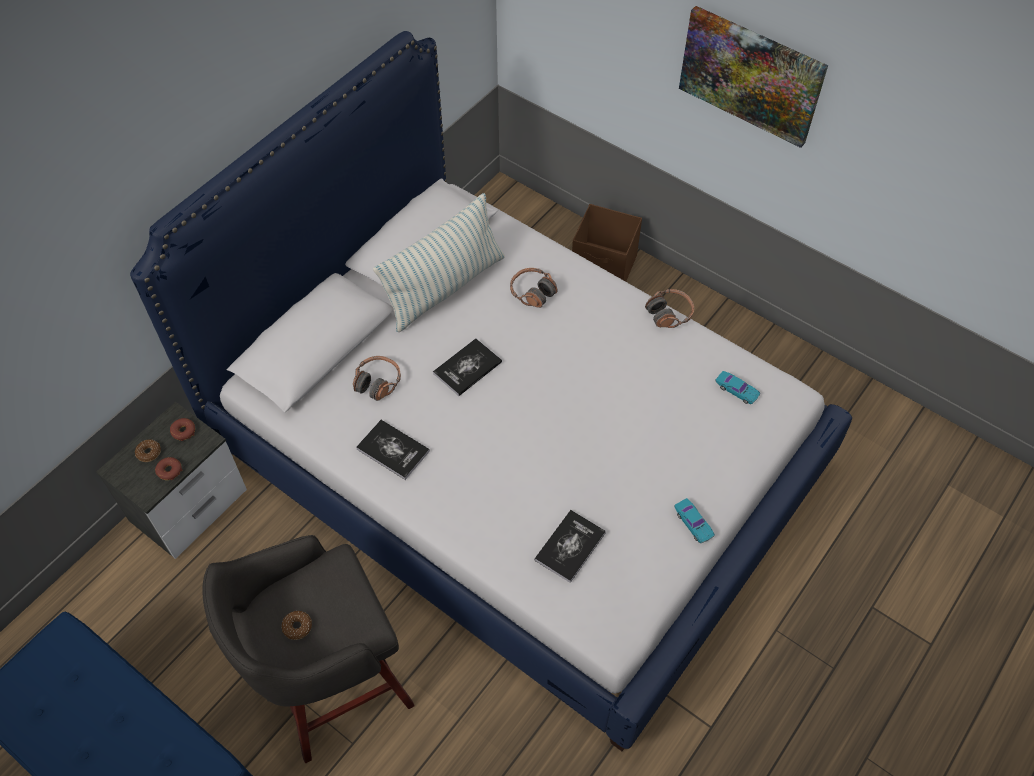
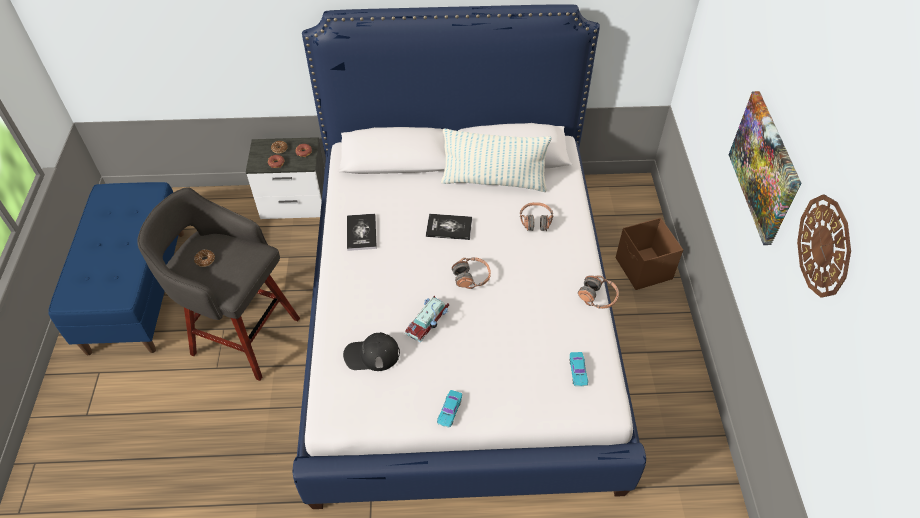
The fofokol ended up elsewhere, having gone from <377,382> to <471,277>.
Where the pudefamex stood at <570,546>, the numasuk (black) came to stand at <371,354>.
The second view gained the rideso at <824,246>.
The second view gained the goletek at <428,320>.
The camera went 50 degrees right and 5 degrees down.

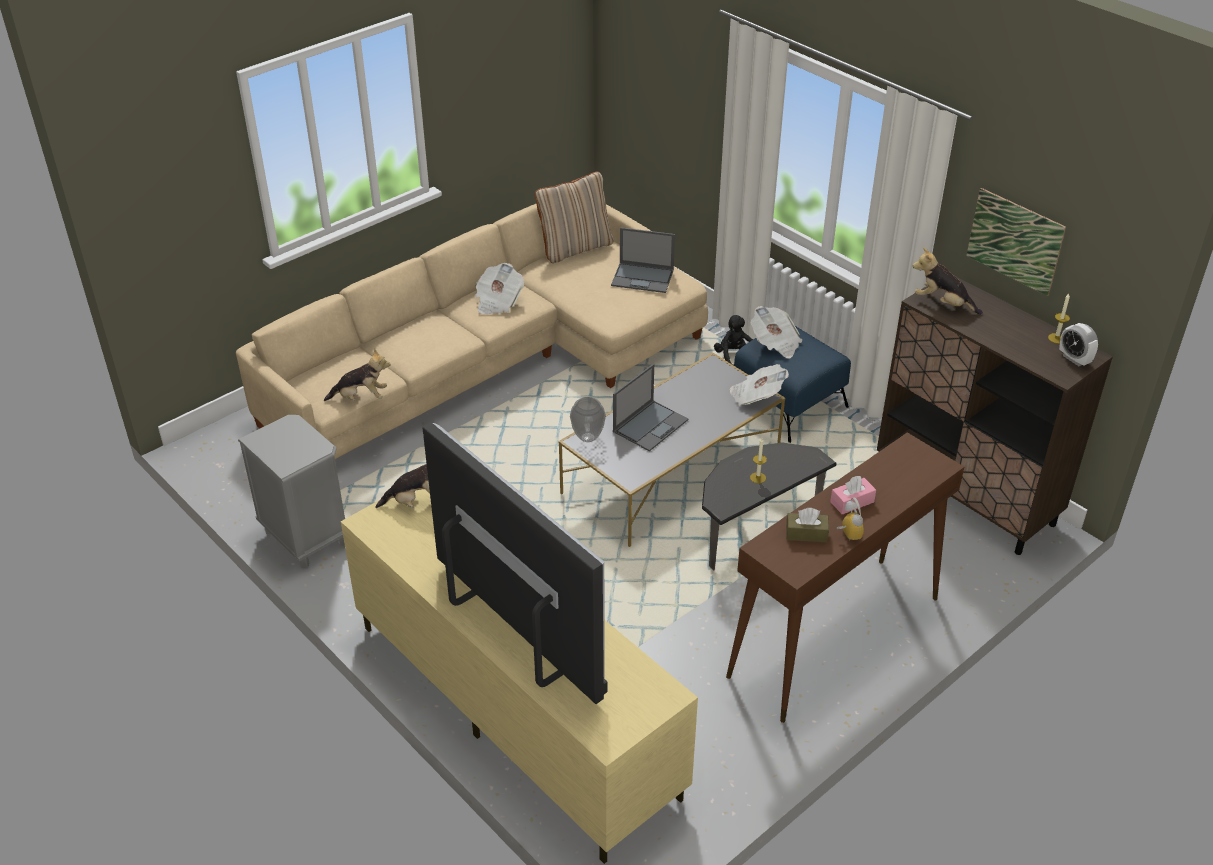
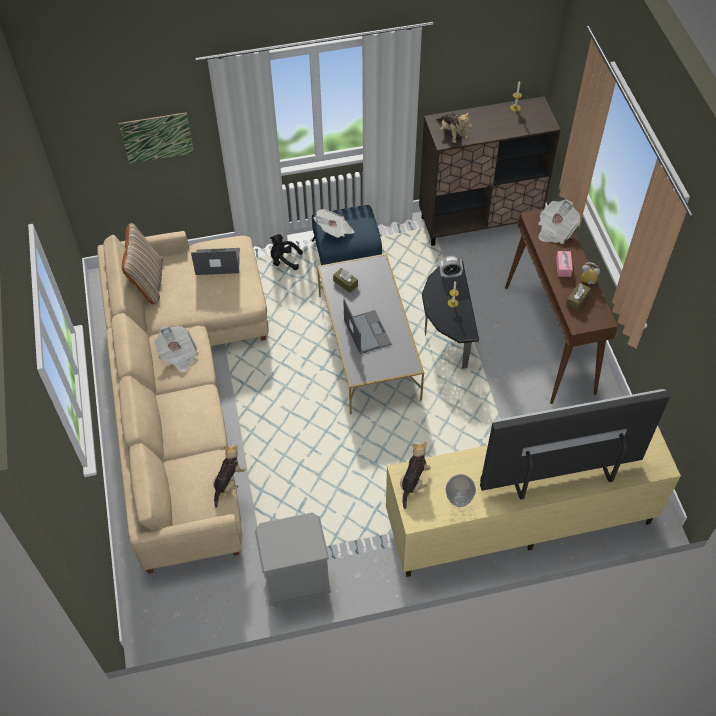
The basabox ended up elsewhere, having gone from <1015,241> to <157,137>.
The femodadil at <643,278> ended up facing another way, 135 degrees counterclockwise from before.
The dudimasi at <942,303> ended up facing another way, 90 degrees counterclockwise from before.
The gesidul ended up elsewhere, having gone from <1074,359> to <450,274>.
The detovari ended up elsewhere, having gone from <756,396> to <555,230>.
The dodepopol ended up elsewhere, having gone from <587,437> to <458,500>.
The second view gained the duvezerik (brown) at <345,283>.
The camera went 60 degrees left and 15 degrees up.

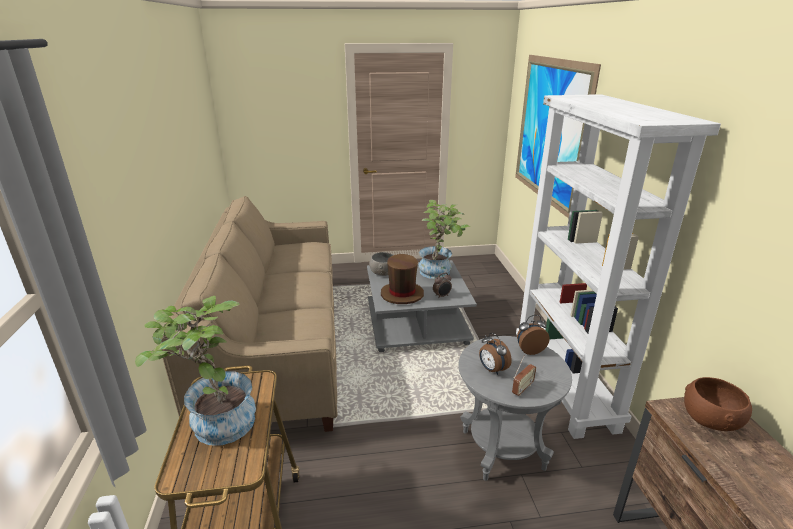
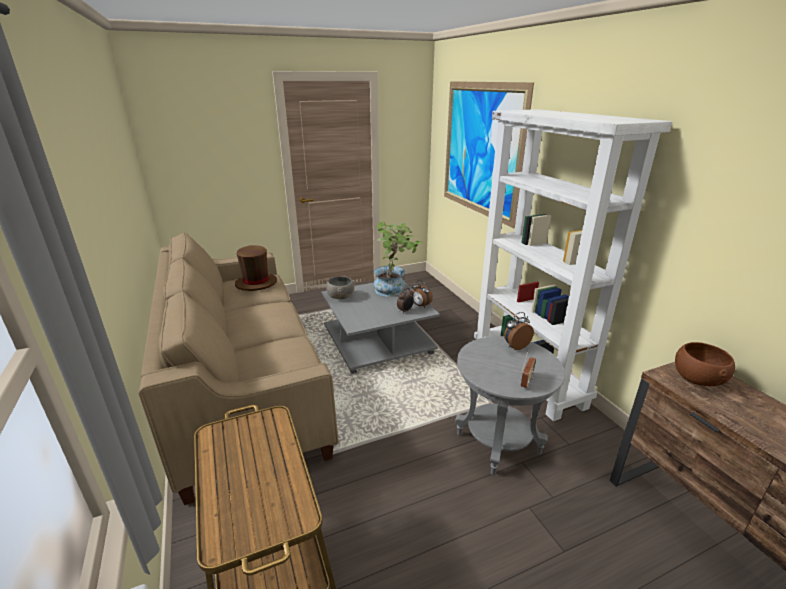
The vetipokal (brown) ended up elsewhere, having gone from <402,294> to <256,283>.
The second view lost the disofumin at <215,422>.
The gesidul ended up elsewhere, having gone from <492,369> to <420,305>.
The camera went 15 degrees left and 0 degrees up.

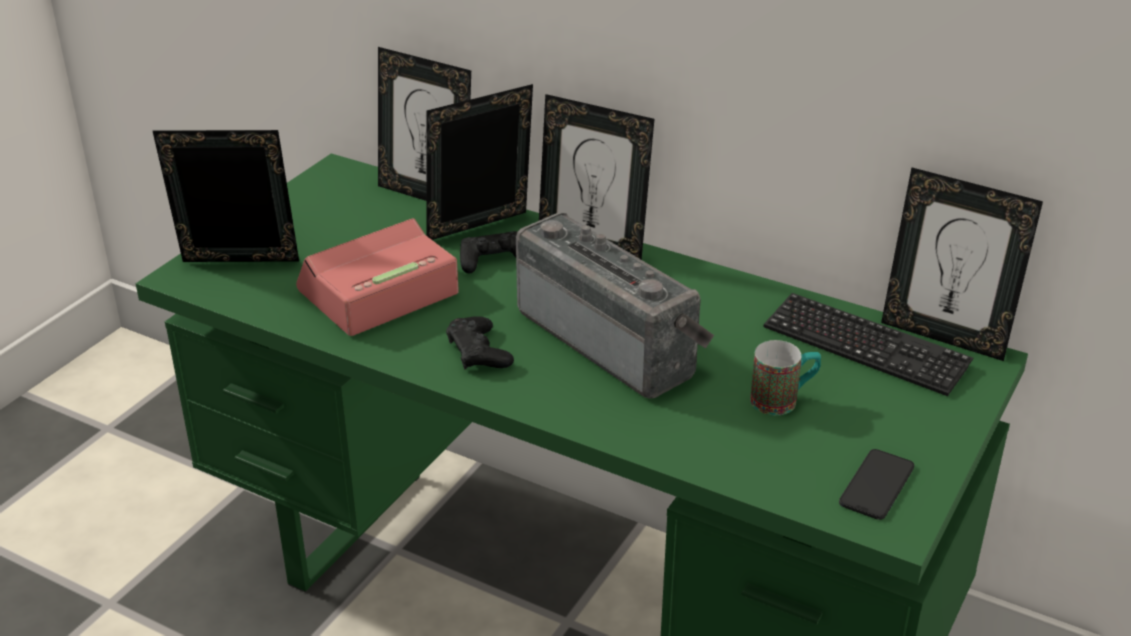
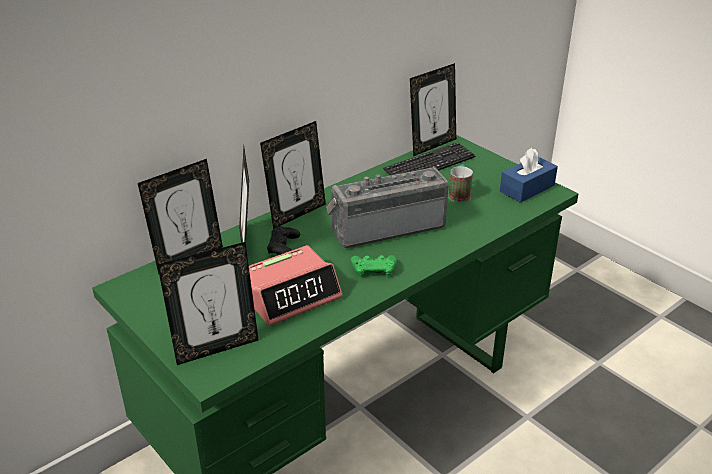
The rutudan at <239,266> ended up facing another way, 135 degrees counterclockwise from before.
The gesidul at <378,293> ended up facing another way, 105 degrees counterclockwise from before.
What was the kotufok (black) at <478,352> turned into the kotufok (green) at <373,269>.
Where the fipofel stood at <877,485>, the duvezerik (blue) came to stand at <527,188>.
The camera went 70 degrees left and 0 degrees up.

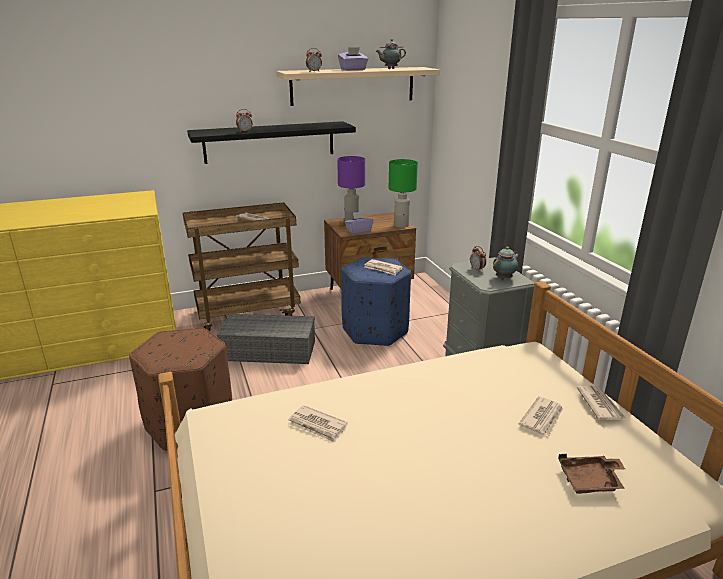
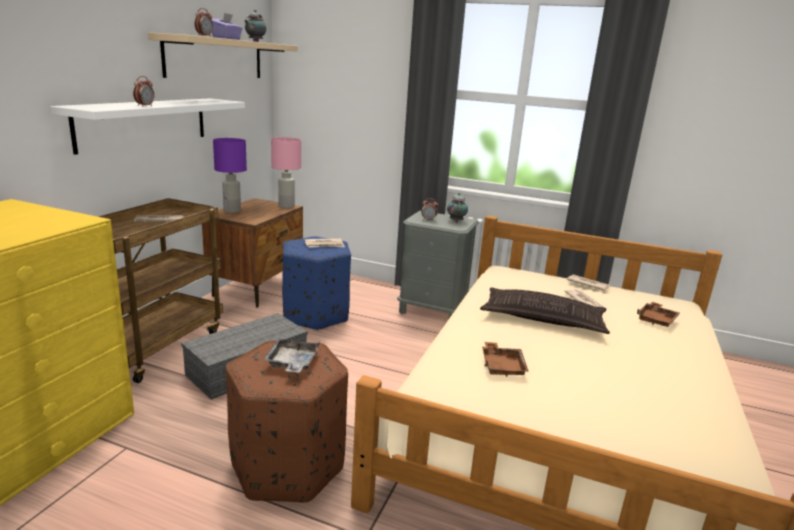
What was the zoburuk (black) at <269,142> turned into the zoburuk (white) at <144,123>.
What was the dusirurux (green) at <401,225> turned into the dusirurux (pink) at <286,206>.
The second view lost the duvezerik (purple) at <358,231>.
Where the detovari stood at <317,426>, the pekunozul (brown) came to stand at <502,366>.
The second view gained the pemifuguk at <543,318>.
The second view gained the pekunozul (grey) at <292,363>.
The camera went 50 degrees left and 5 degrees down.

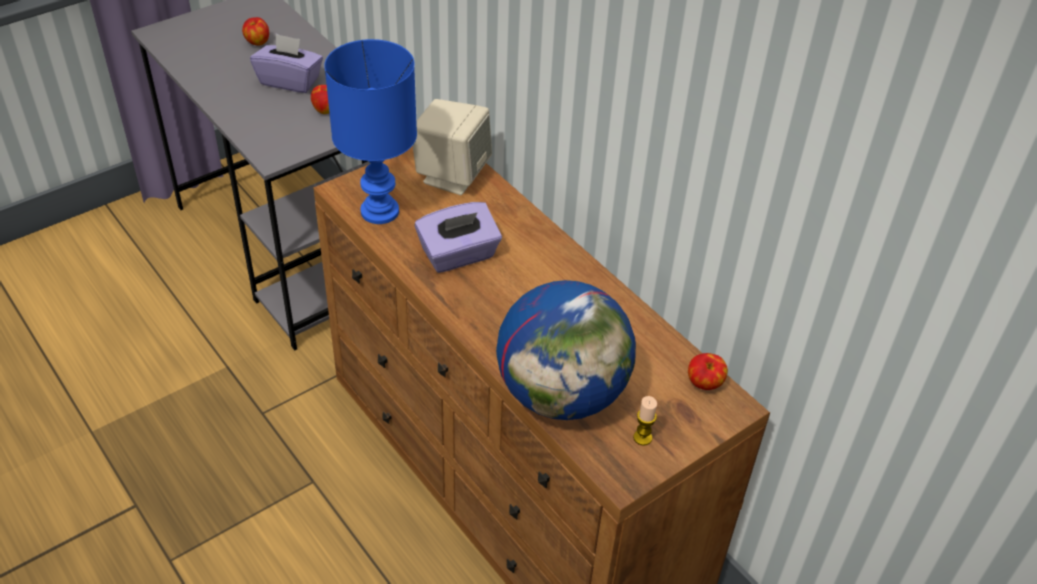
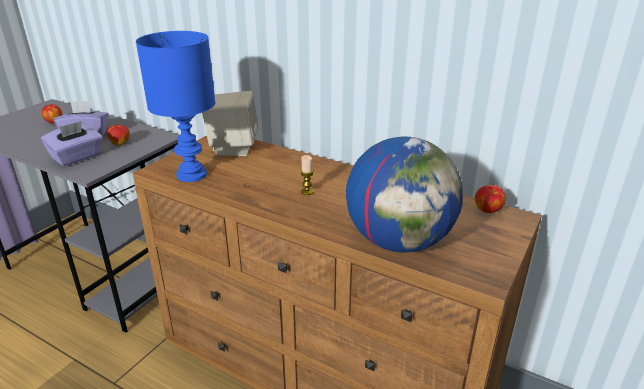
The duvezerik (purple) ended up elsewhere, having gone from <458,255> to <77,157>.
The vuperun ended up elsewhere, having gone from <642,438> to <307,191>.
The camera went 20 degrees left and 15 degrees down.

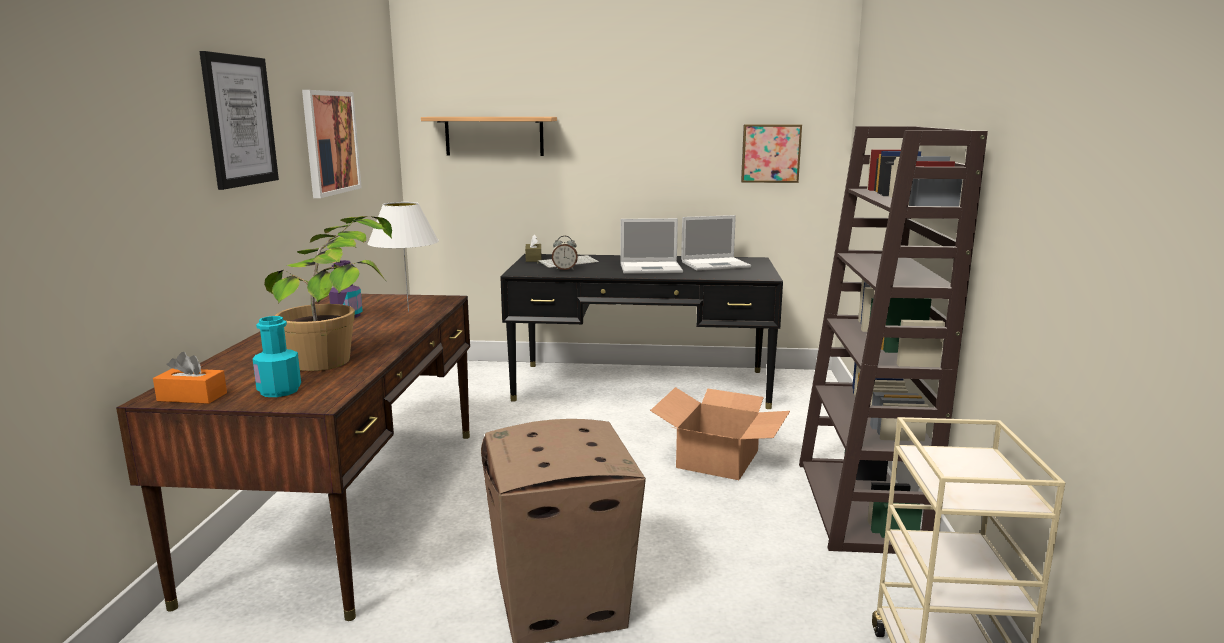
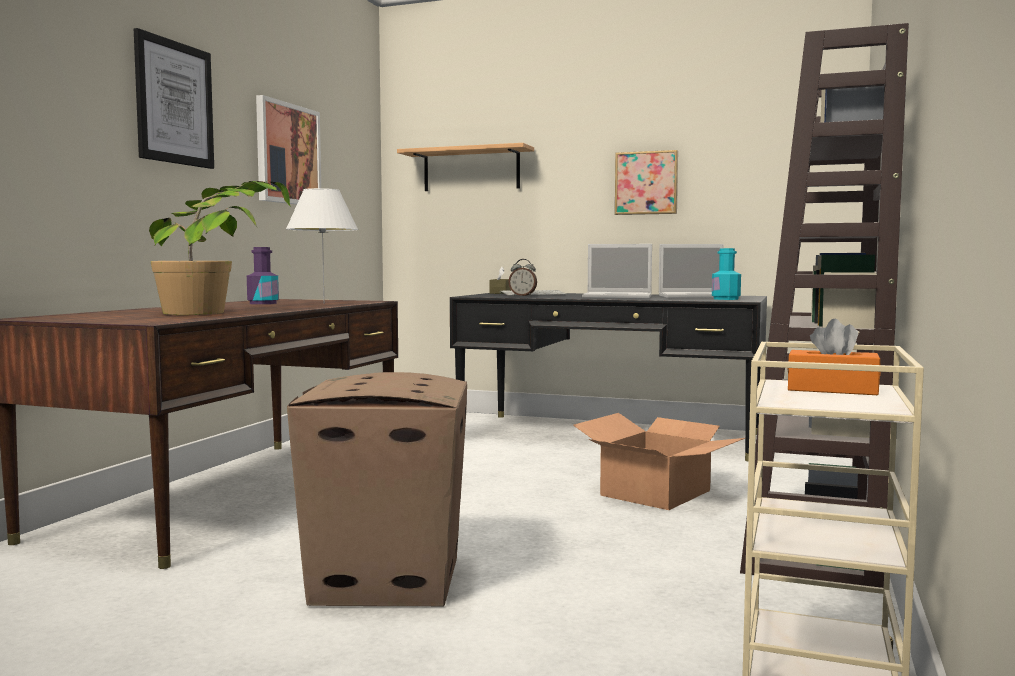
The basabox ended up elsewhere, having gone from <770,153> to <646,183>.
The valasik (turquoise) ended up elsewhere, having gone from <279,391> to <725,299>.
The duvezerik (orange) ended up elsewhere, having gone from <192,397> to <832,389>.
The camera went 15 degrees right and 10 degrees down.

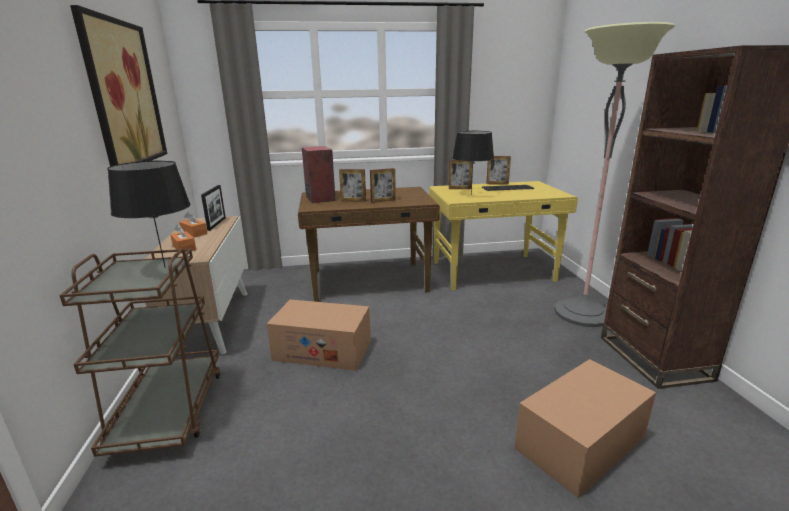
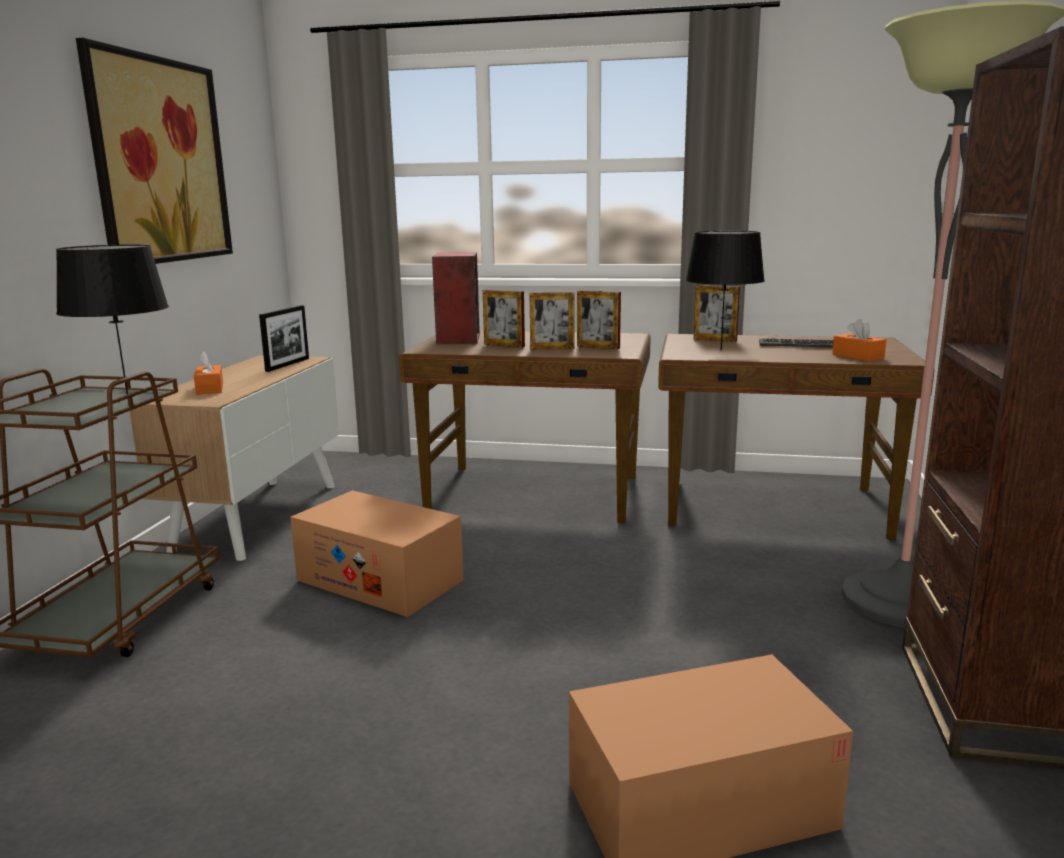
The rutudan ended up elsewhere, having gone from <497,184> to <598,347>.
What was the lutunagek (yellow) at <493,272> turned into the lutunagek (brown) at <774,507>.
The duvezerik (orange) ended up elsewhere, having gone from <194,233> to <857,356>.
The camera went 20 degrees right and 5 degrees down.

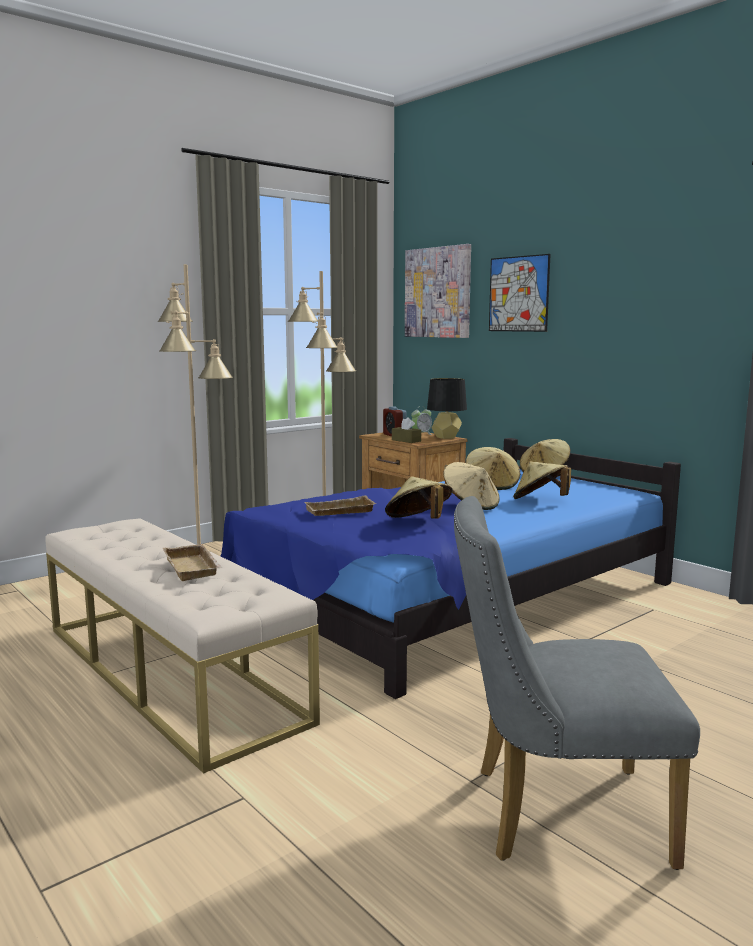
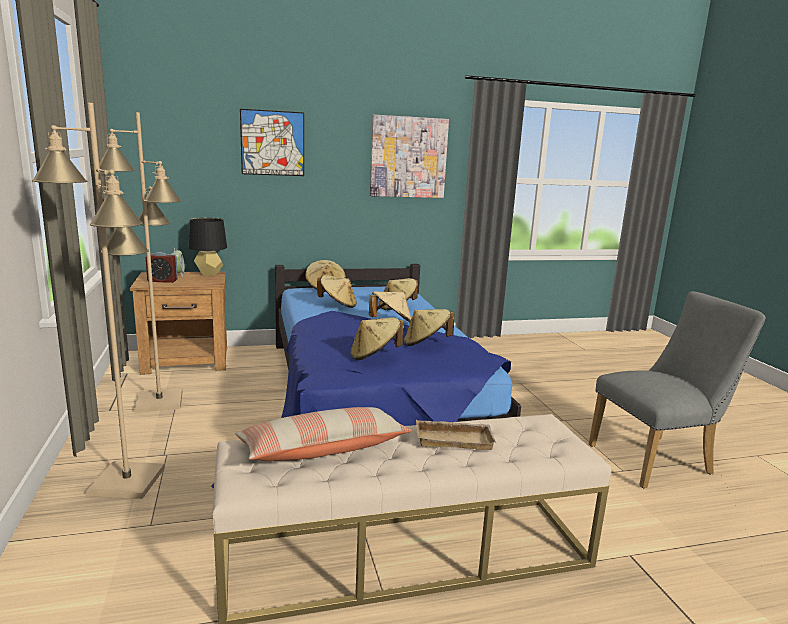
The basabox ended up elsewhere, having gone from <438,292> to <408,157>.
The second view lost the duvezerik (brown) at <406,440>.
Where the pekunozul (beige) stood at <339,512>, the vetipokal (beige) came to stand at <374,356>.
The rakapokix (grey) at <554,814> ended up facing another way, 135 degrees counterclockwise from before.
The second view gained the pemifuguk at <322,449>.
The camera went 65 degrees left and 5 degrees up.

